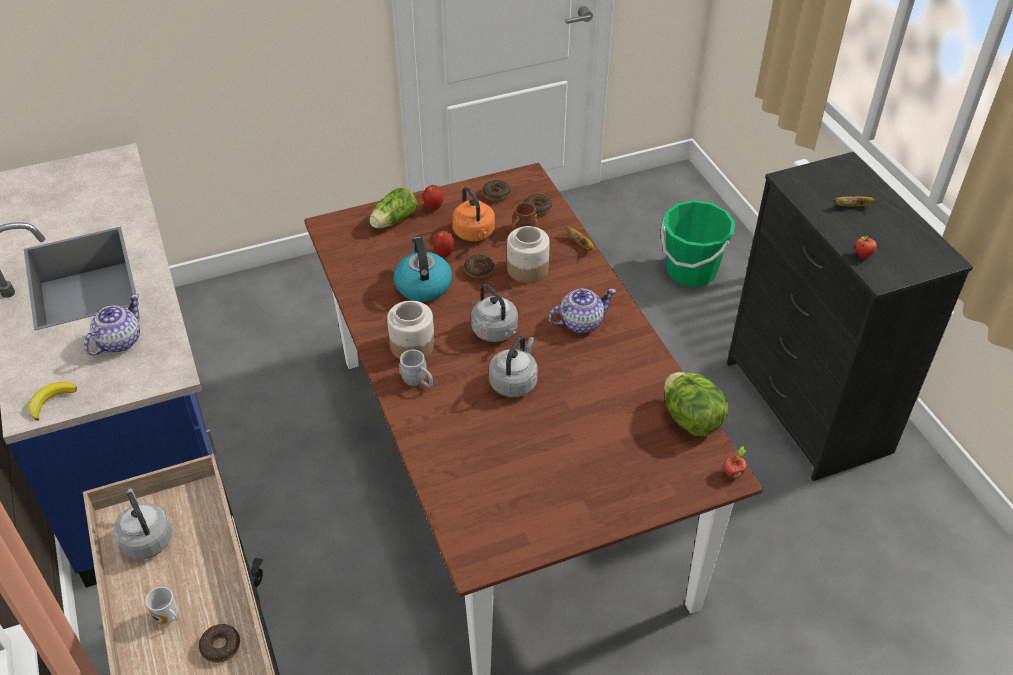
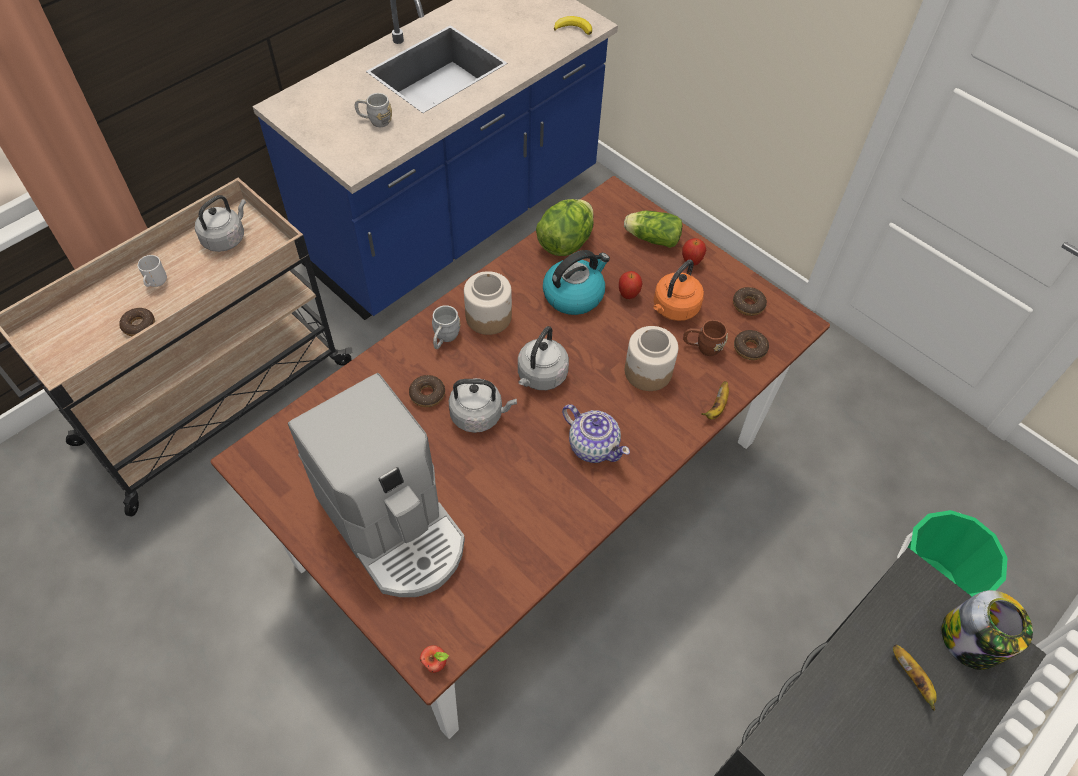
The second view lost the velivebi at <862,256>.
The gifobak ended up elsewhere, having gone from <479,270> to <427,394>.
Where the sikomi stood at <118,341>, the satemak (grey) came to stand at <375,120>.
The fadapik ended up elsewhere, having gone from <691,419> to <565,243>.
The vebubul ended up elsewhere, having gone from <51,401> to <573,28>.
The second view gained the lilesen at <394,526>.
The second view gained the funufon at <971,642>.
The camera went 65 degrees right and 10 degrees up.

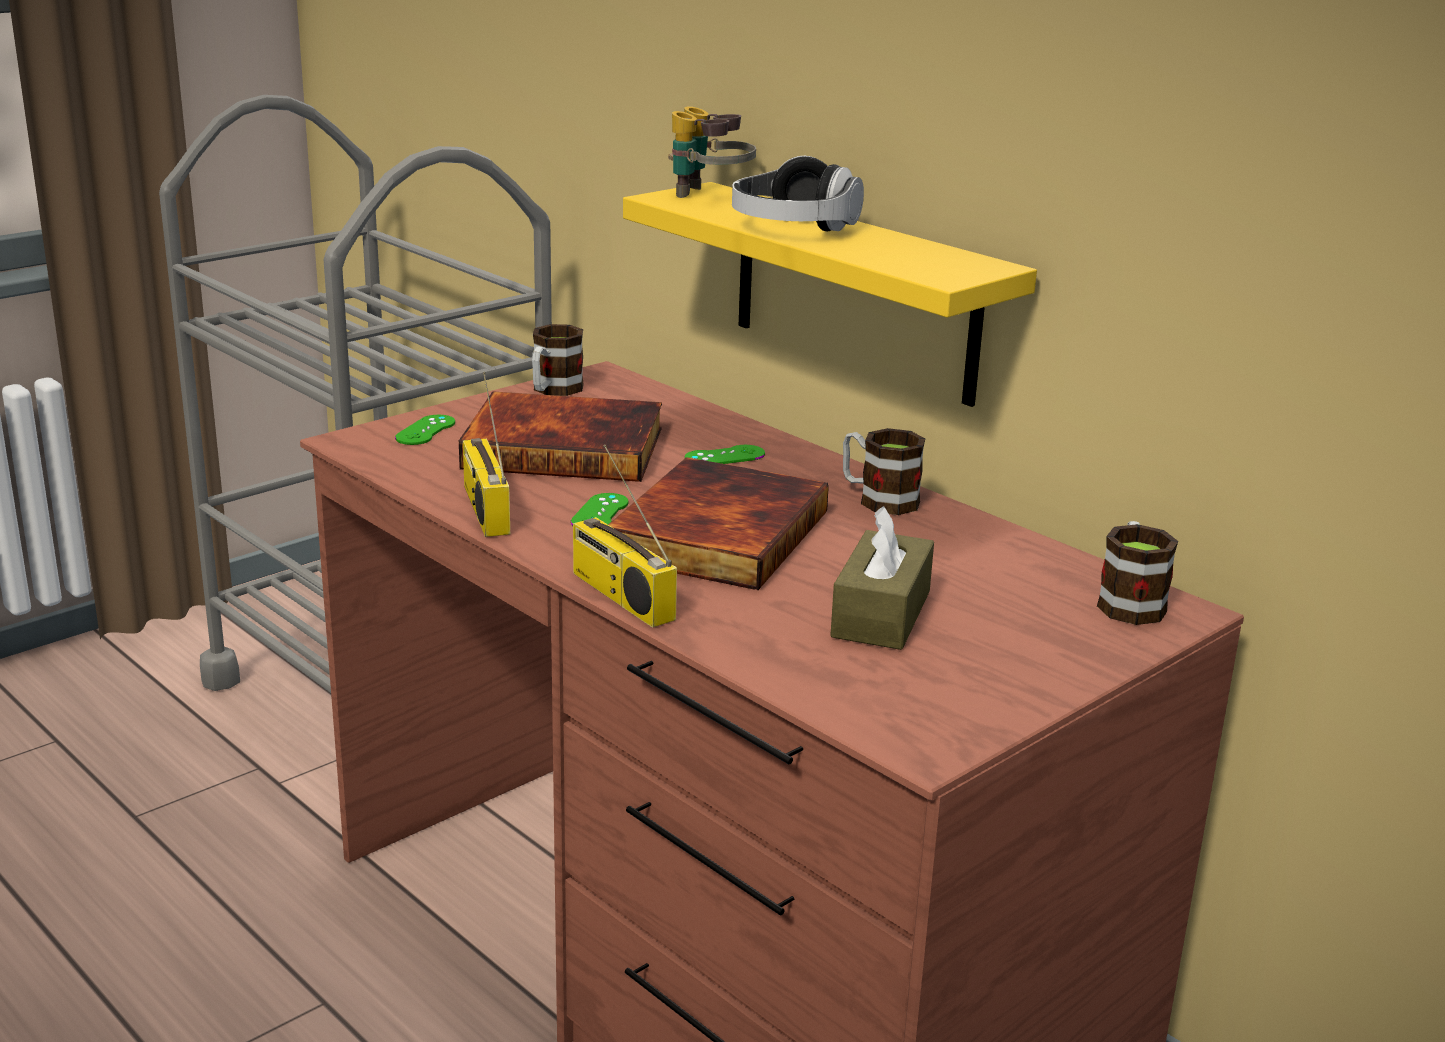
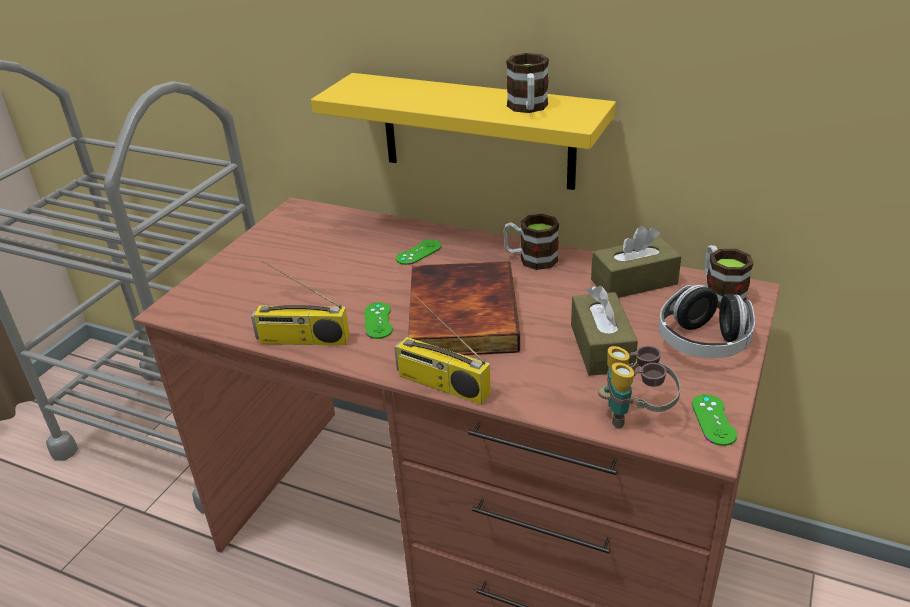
The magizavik ended up elsewhere, having gone from <709,196> to <635,415>.
The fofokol ended up elsewhere, having gone from <793,228> to <703,343>.
The satemak ended up elsewhere, having gone from <553,390> to <528,108>.
The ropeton at <484,508> ended up facing another way, 45 degrees counterclockwise from before.
The second view lost the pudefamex at <566,447>.
The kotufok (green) ended up elsewhere, having gone from <425,430> to <713,420>.
The second view gained the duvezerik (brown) at <634,282>.
The camera went 20 degrees left and 10 degrees up.

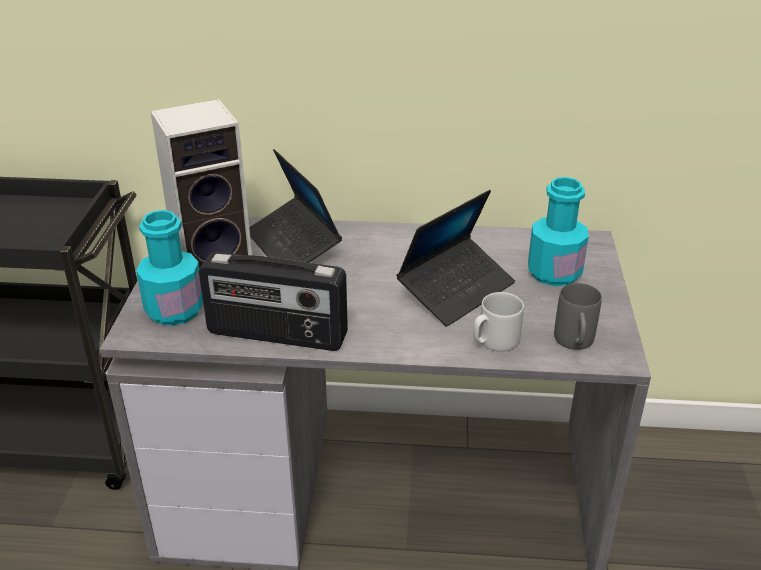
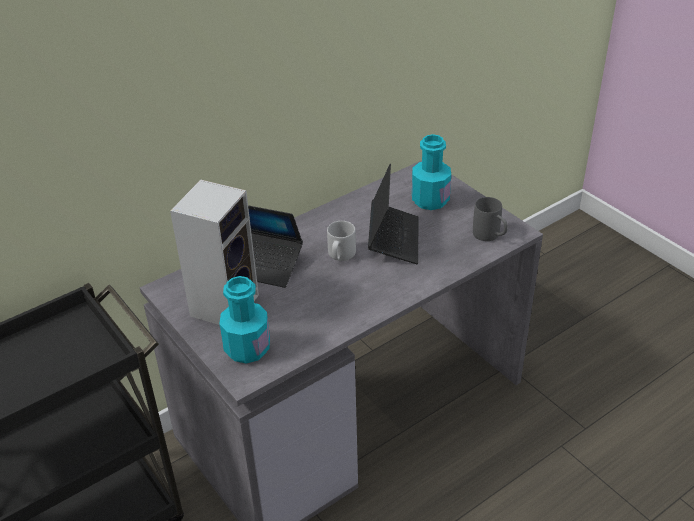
The second view lost the ropeton at <277,335>.
The satemak (grey) ended up elsewhere, having gone from <494,341> to <340,255>.
The camera went 40 degrees left and 5 degrees up.

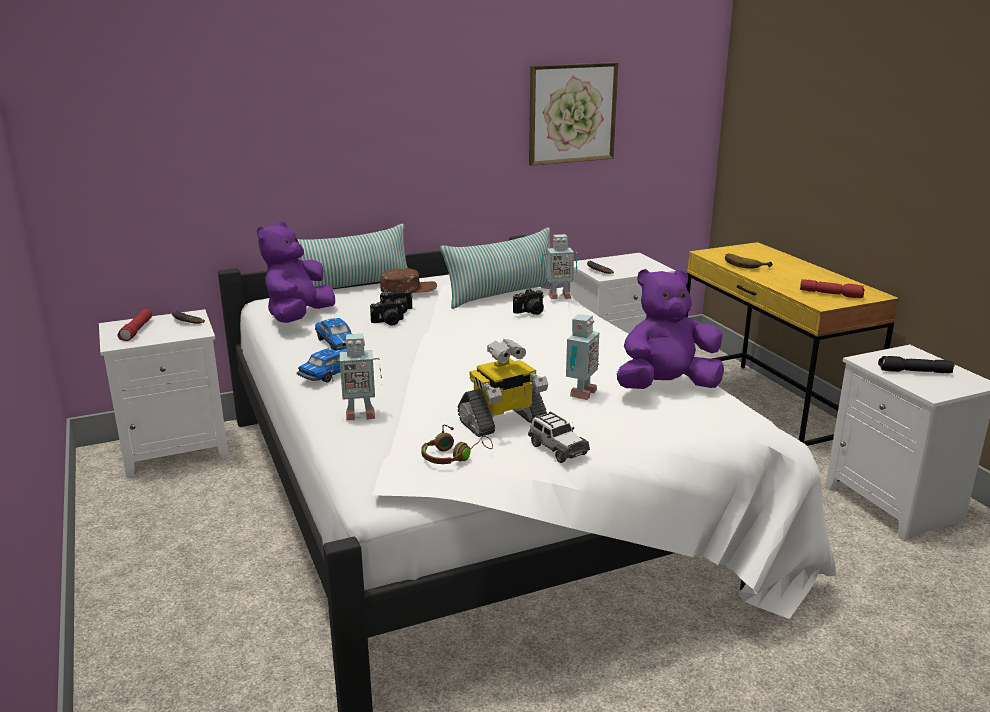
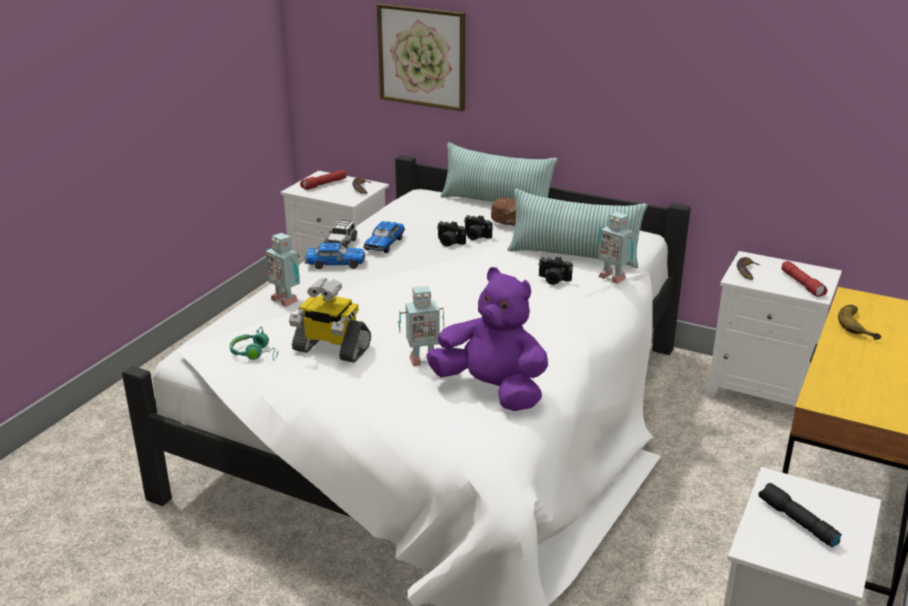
The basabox ended up elsewhere, having gone from <572,113> to <422,56>.
The second view lost the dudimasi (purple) at <298,317>.
The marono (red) ended up elsewhere, having gone from <831,294> to <802,284>.
The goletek ended up elsewhere, having gone from <557,449> to <341,244>.
What was the fofokol (brown) at <453,456> turned into the fofokol (turquoise) at <256,353>.
The camera went 50 degrees right and 5 degrees up.

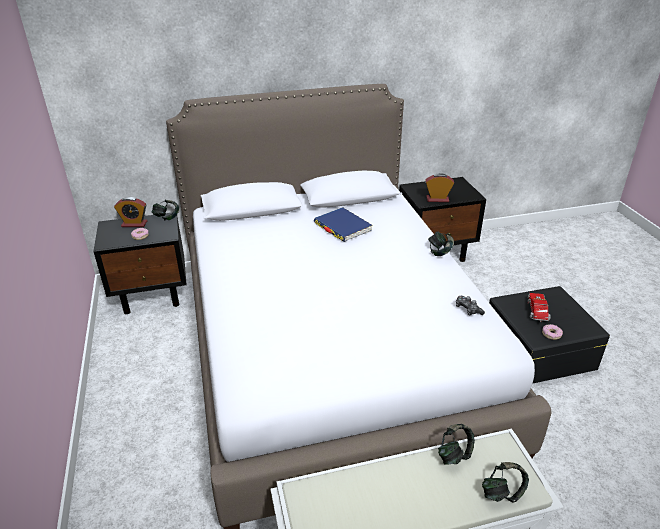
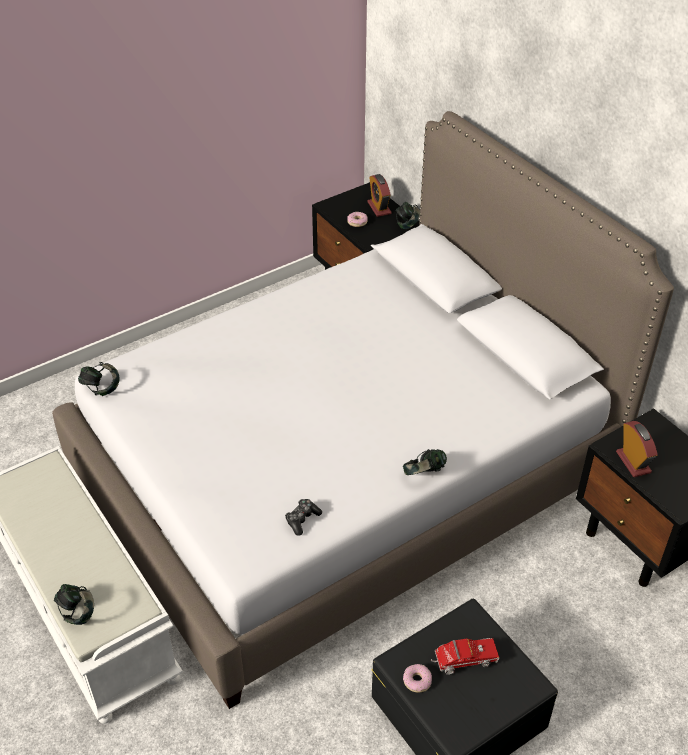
The second view lost the pudefamex (blue) at <342,227>.
The fofokol ended up elsewhere, having gone from <454,454> to <101,388>.
The camera went 70 degrees right and 10 degrees up.

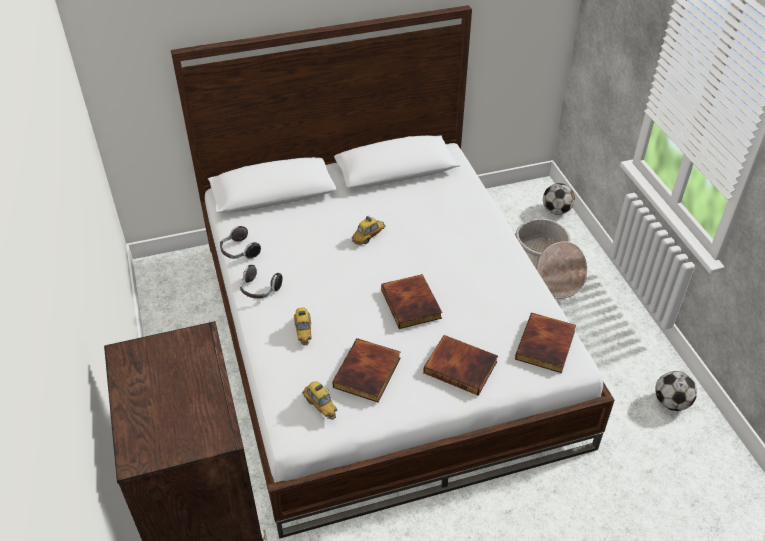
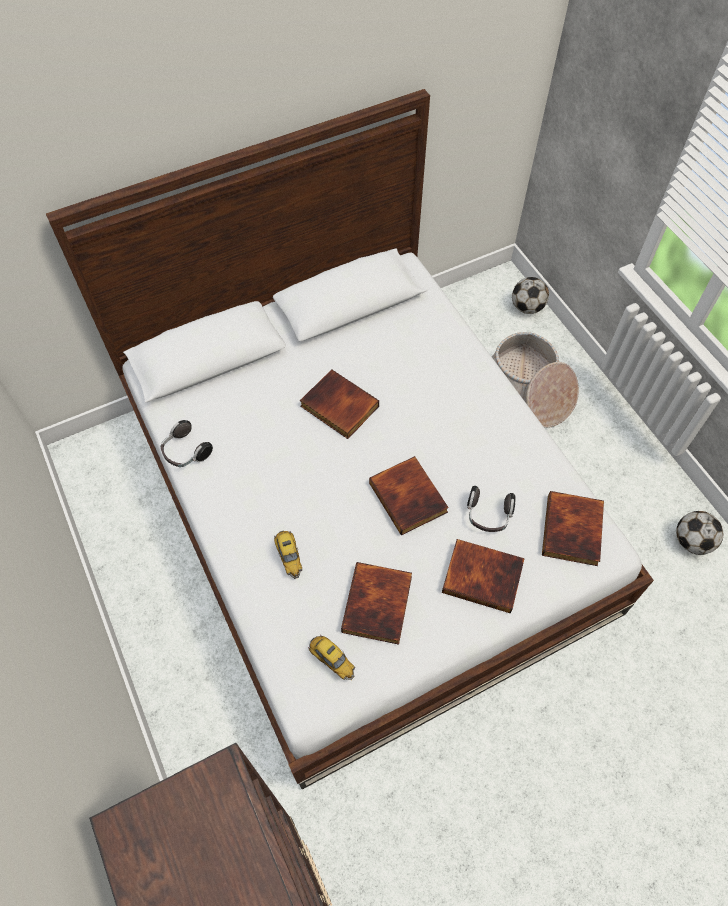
Where the goletek stood at <369,237>, the pudefamex came to stand at <338,407>.
The fofokol ended up elsewhere, having gone from <259,290> to <488,515>.
The camera went 10 degrees left and 15 degrees up.

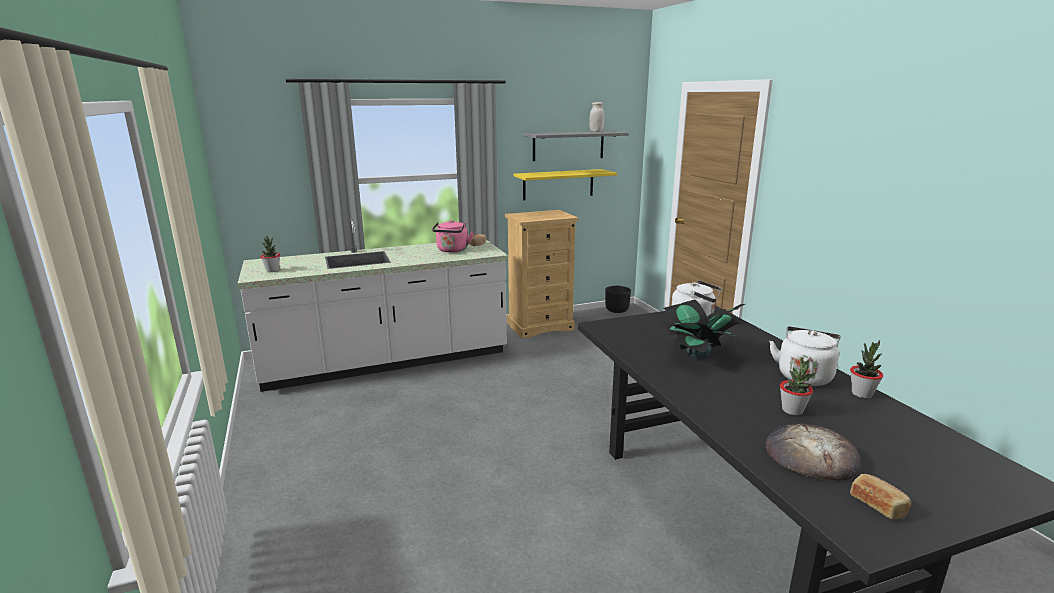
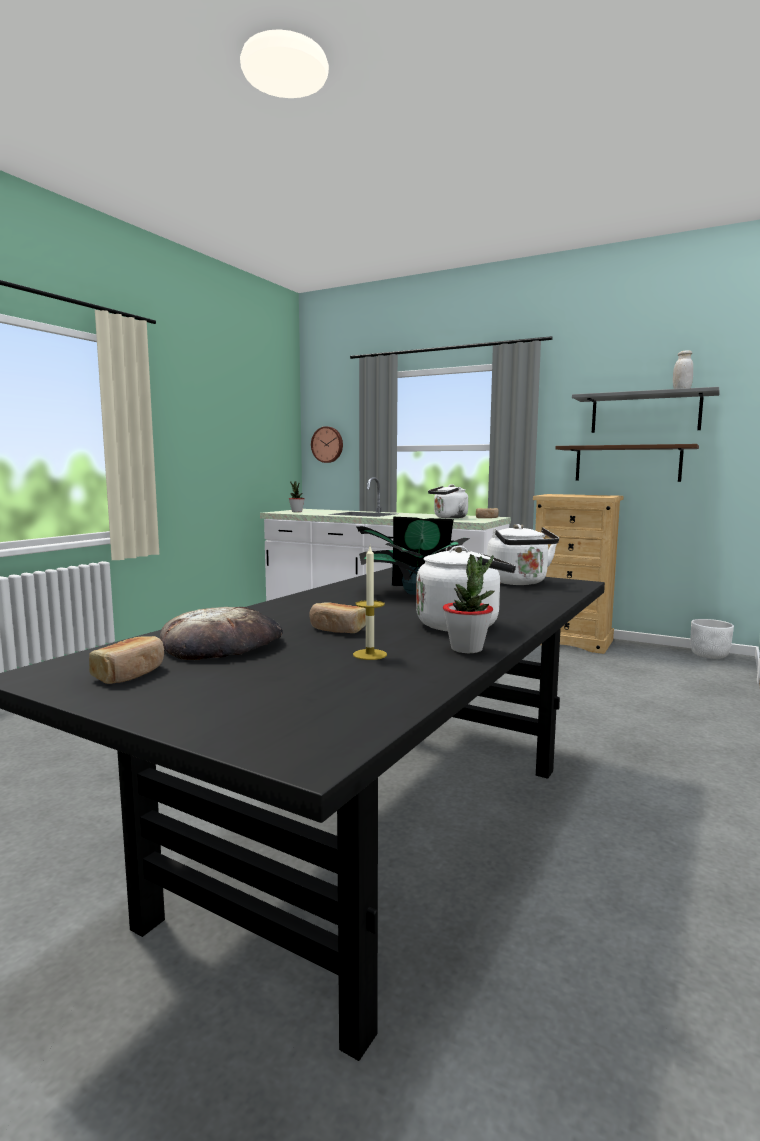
What was the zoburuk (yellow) at <558,184> turned into the zoburuk (brown) at <627,463>.
What was the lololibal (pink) at <452,250> turned into the lololibal (white) at <449,517>.
What was the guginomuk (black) at <617,310> turned into the guginomuk (white) at <709,655>.
Where the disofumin stood at <792,410>, the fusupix came to stand at <337,629>.
The second view gained the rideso at <328,444>.
The second view gained the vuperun at <370,654>.
The camera went 50 degrees right and 10 degrees down.

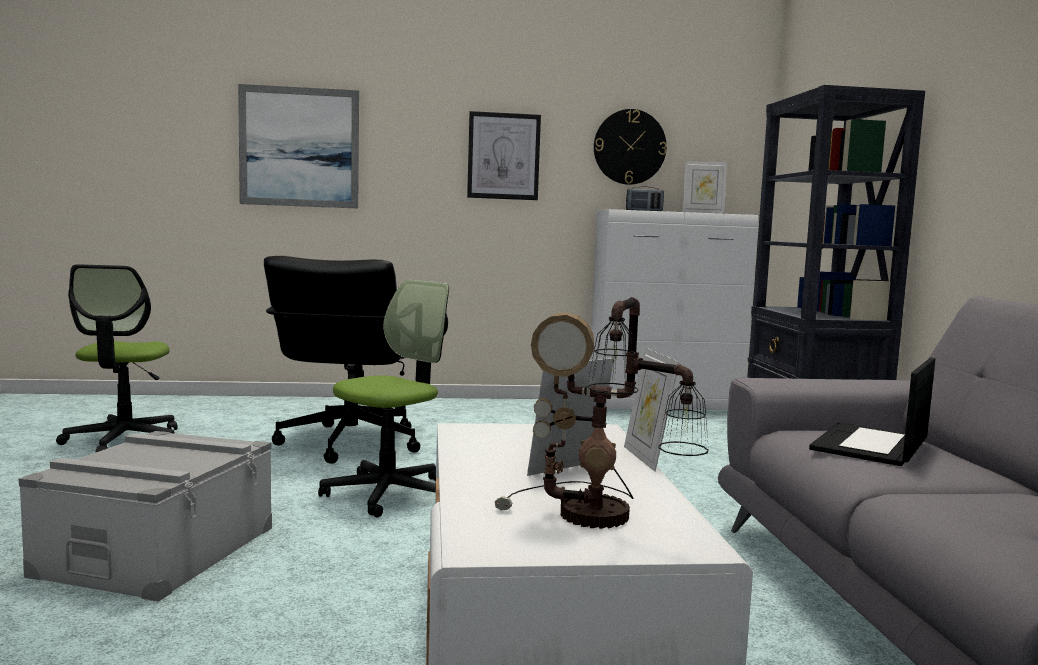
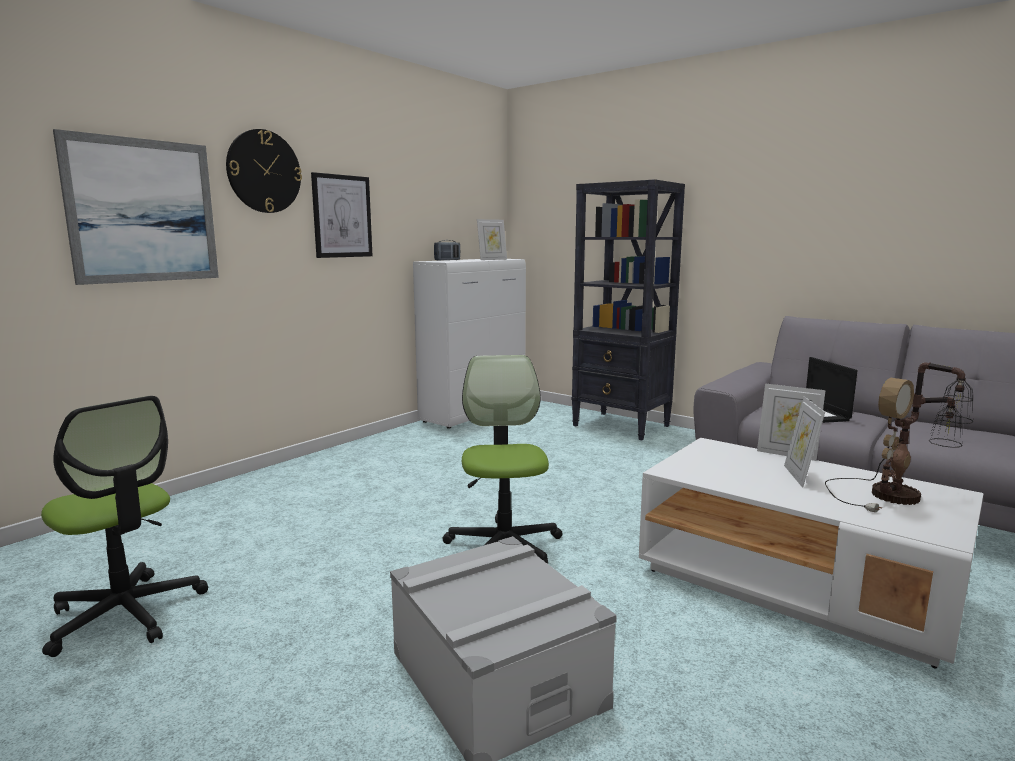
The rideso ended up elsewhere, having gone from <629,147> to <264,171>.
The second view lost the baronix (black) at <348,444>.
The camera went 45 degrees left and 5 degrees up.

